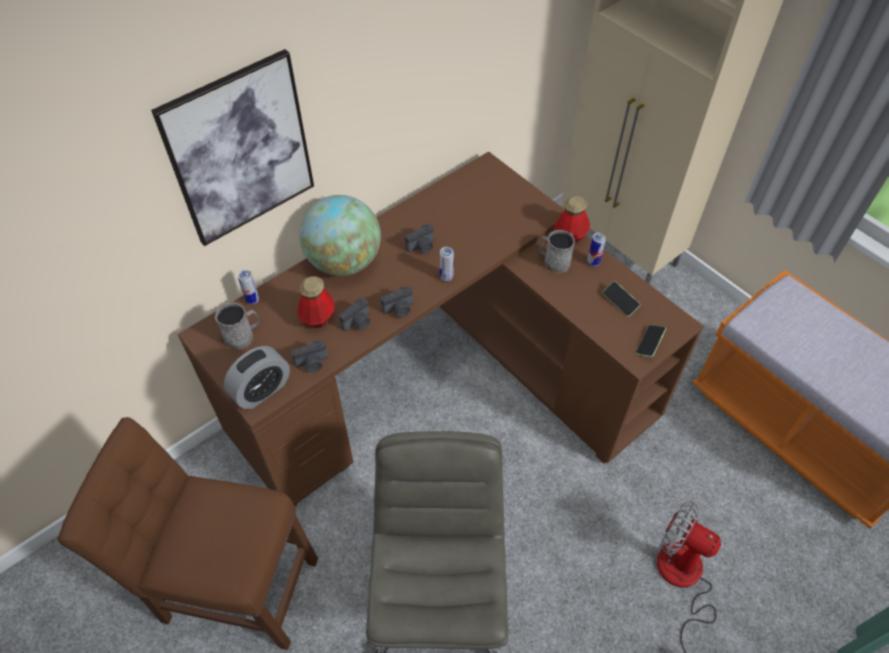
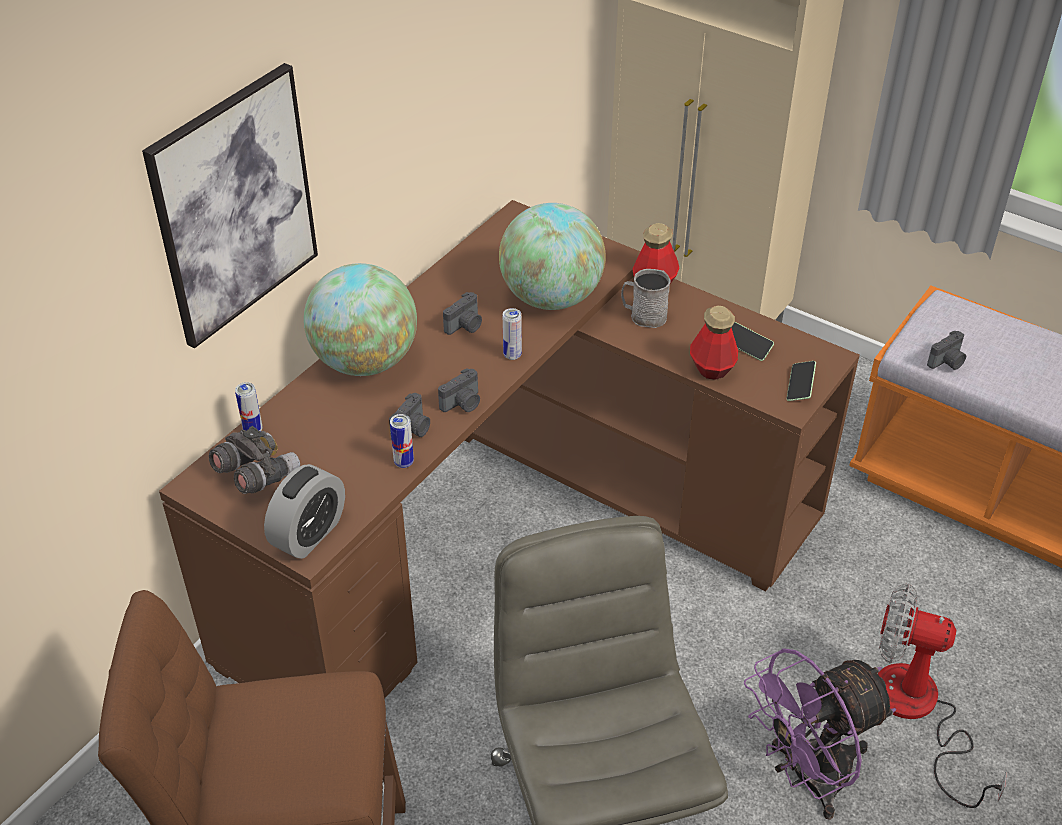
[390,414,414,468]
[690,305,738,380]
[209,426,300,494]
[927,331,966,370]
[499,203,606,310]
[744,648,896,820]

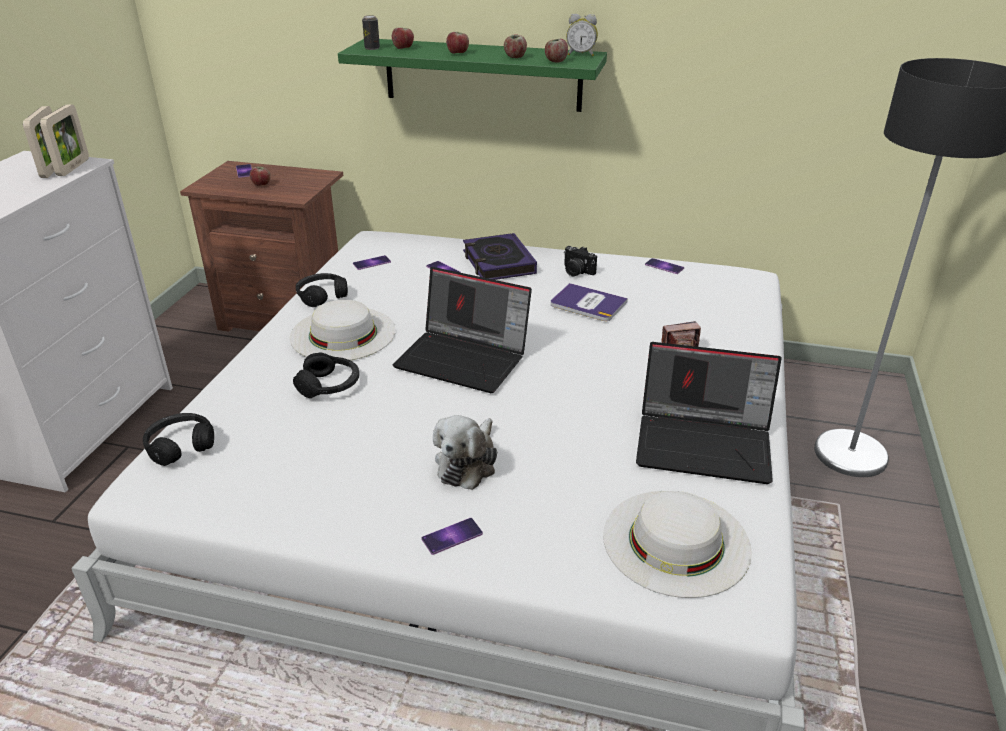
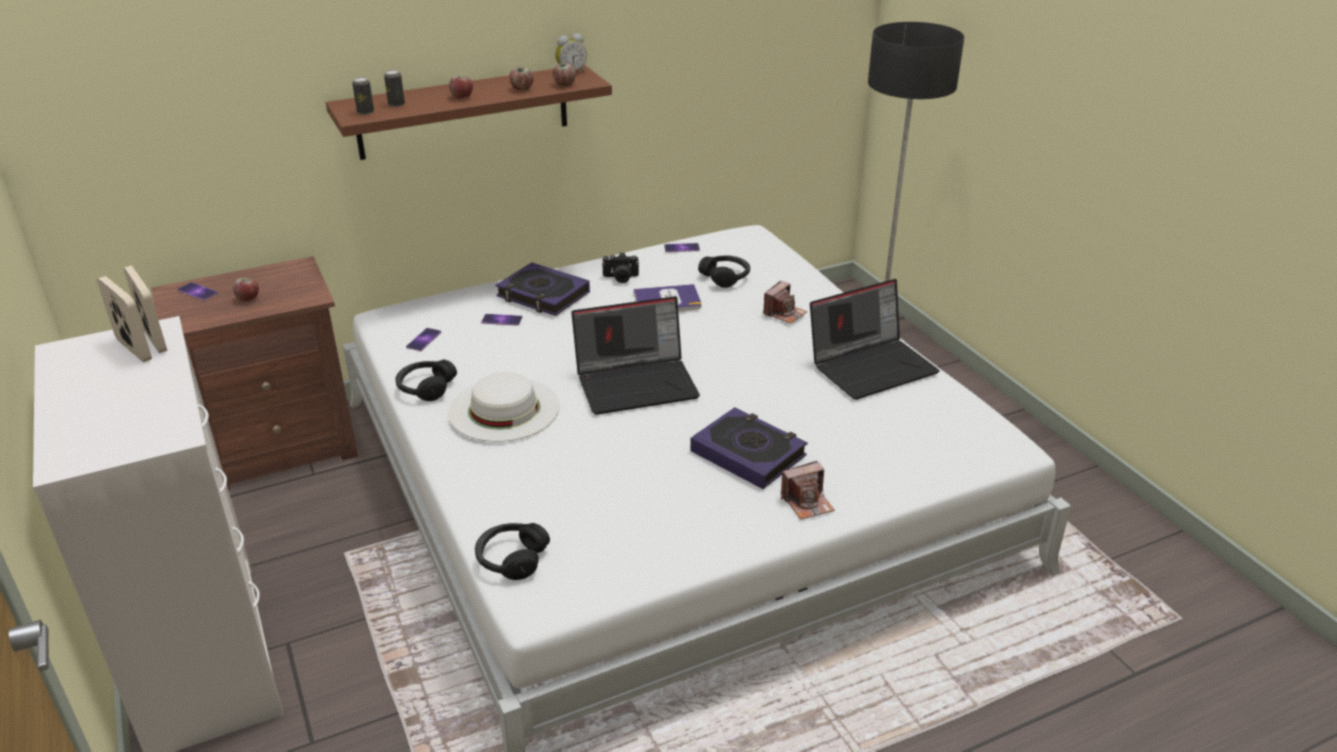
[384,70,405,107]
[326,65,612,160]
[698,256,750,288]
[690,407,808,489]
[603,491,752,598] (first image)
[781,461,835,520]

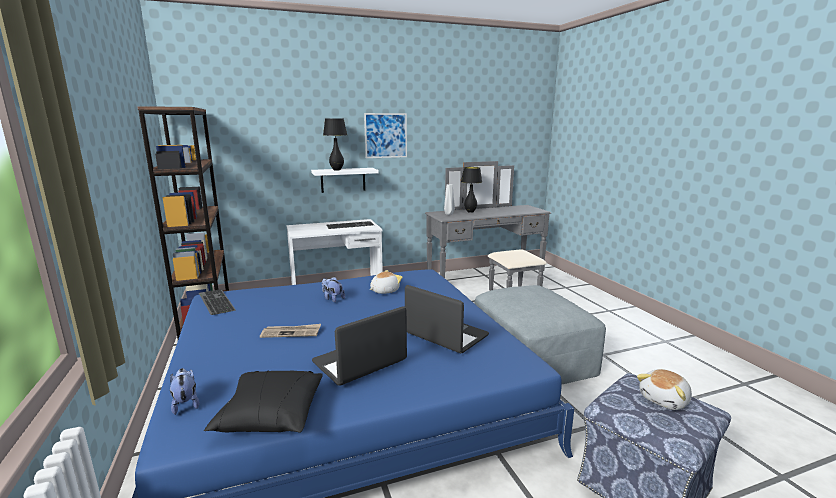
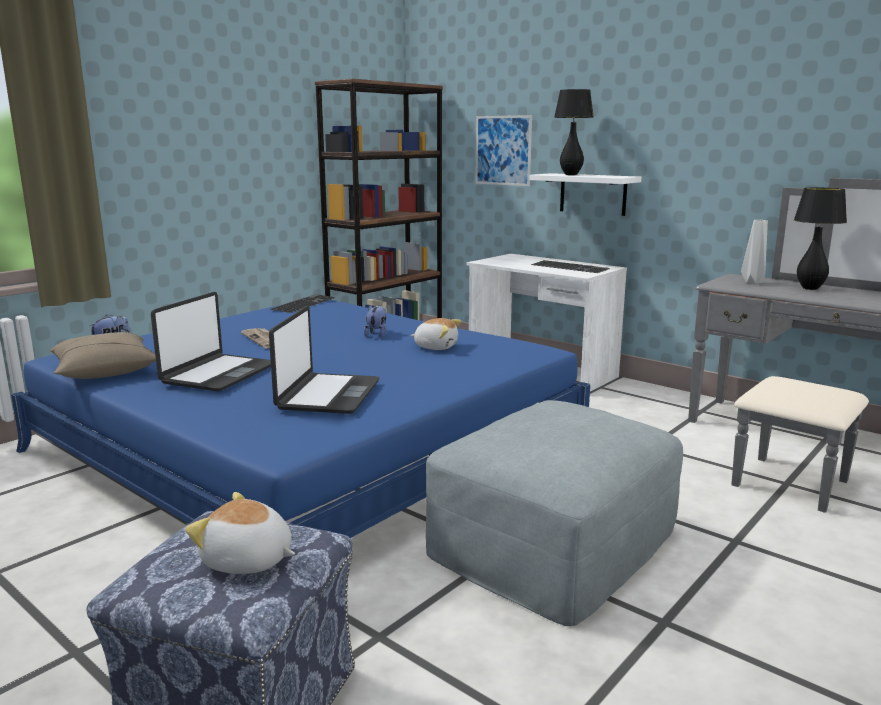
[475,115,532,186]
[151,292,271,392]
[50,332,156,379]

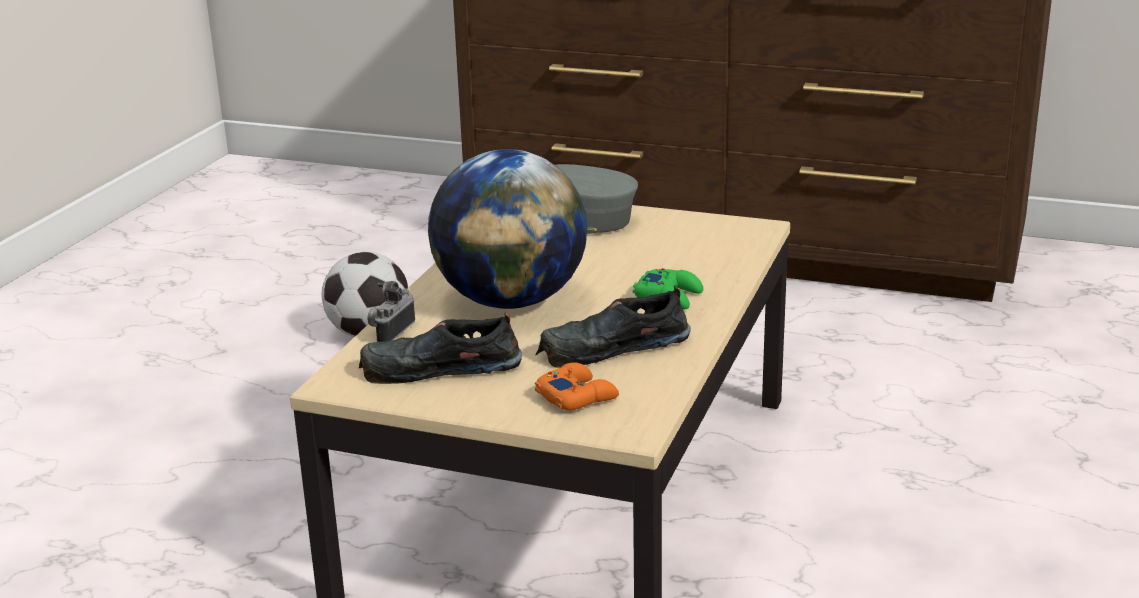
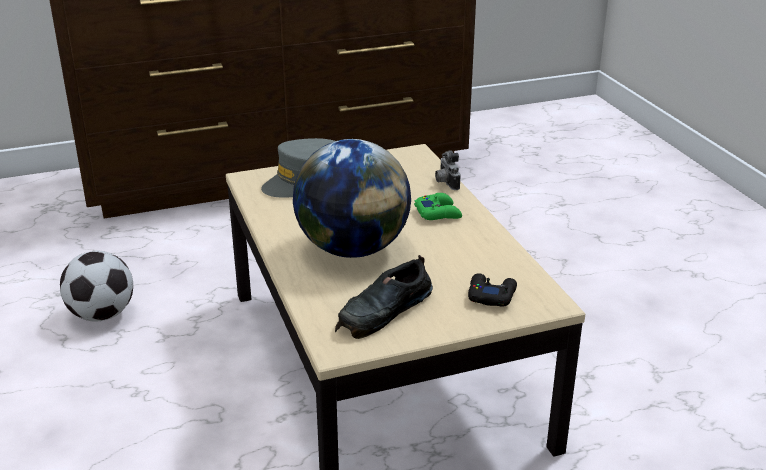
[435,150,461,190]
[535,285,691,368] (first image)
[468,273,517,306]

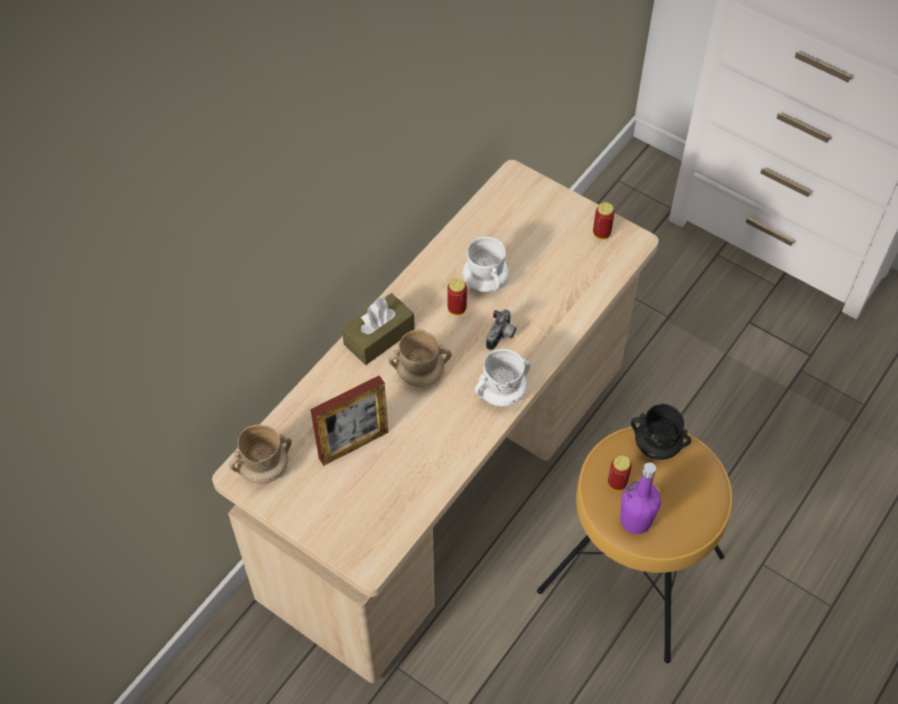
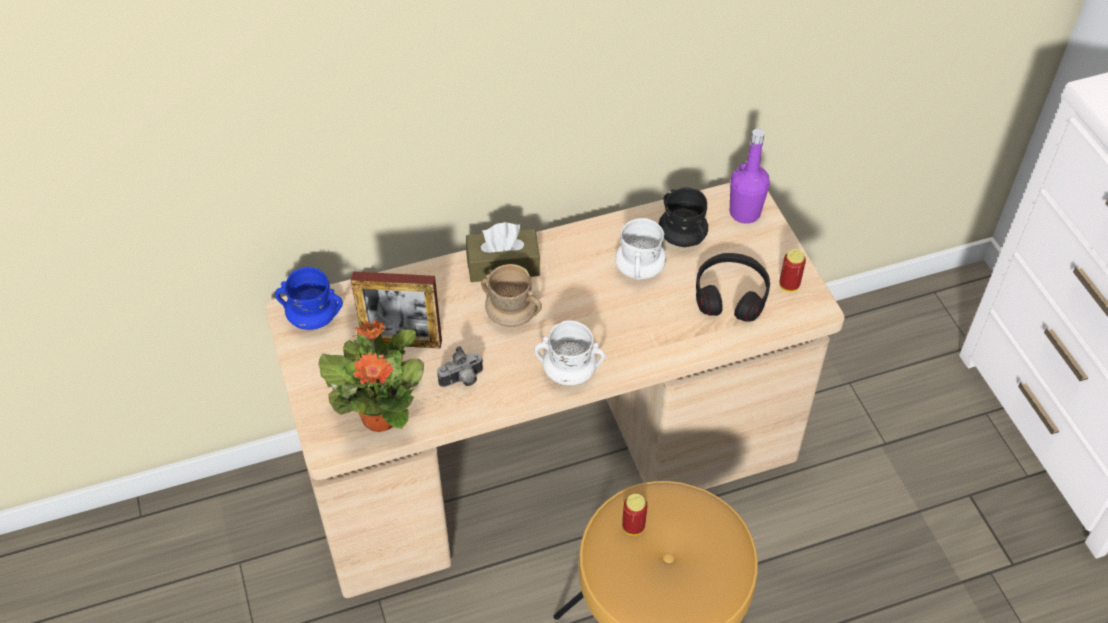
[447,278,467,316] (first image)
[437,346,483,387]
[659,187,708,247]
[275,267,343,330]
[730,128,770,224]
[696,253,770,322]
[318,320,424,432]

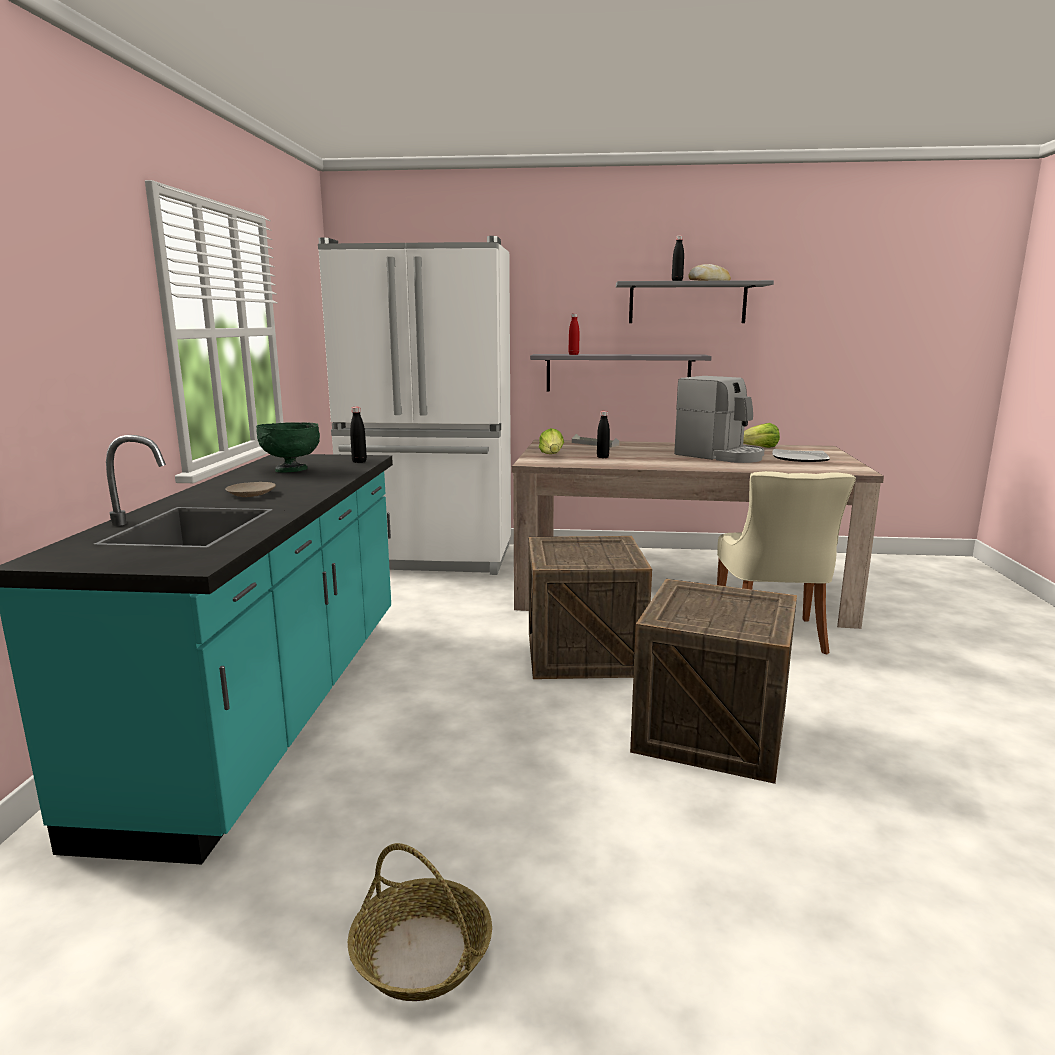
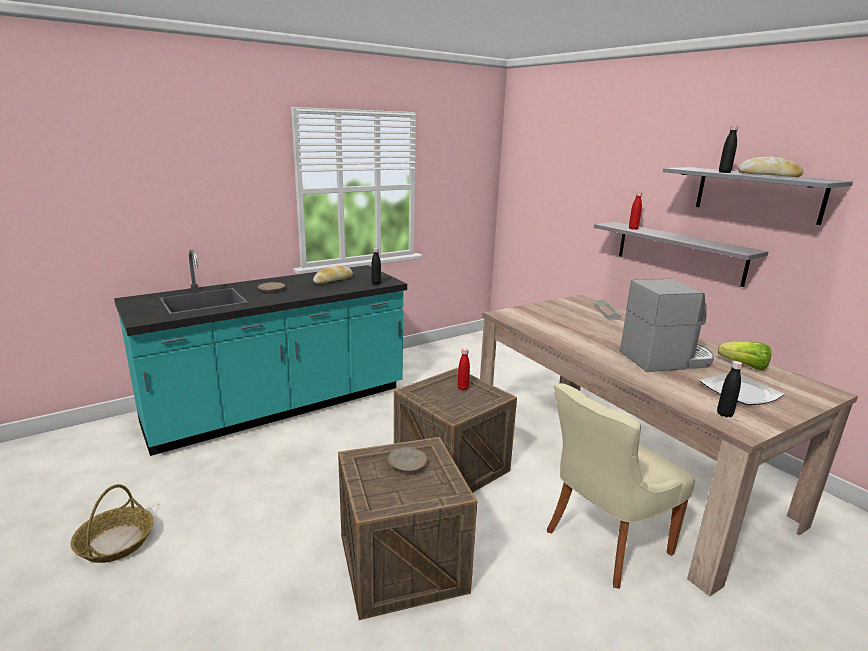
[318,236,511,575] (first image)
[620,279,714,372]
[717,361,743,417]
[313,266,353,284]
[539,428,564,454] (first image)
[458,348,470,390]
[388,447,427,471]

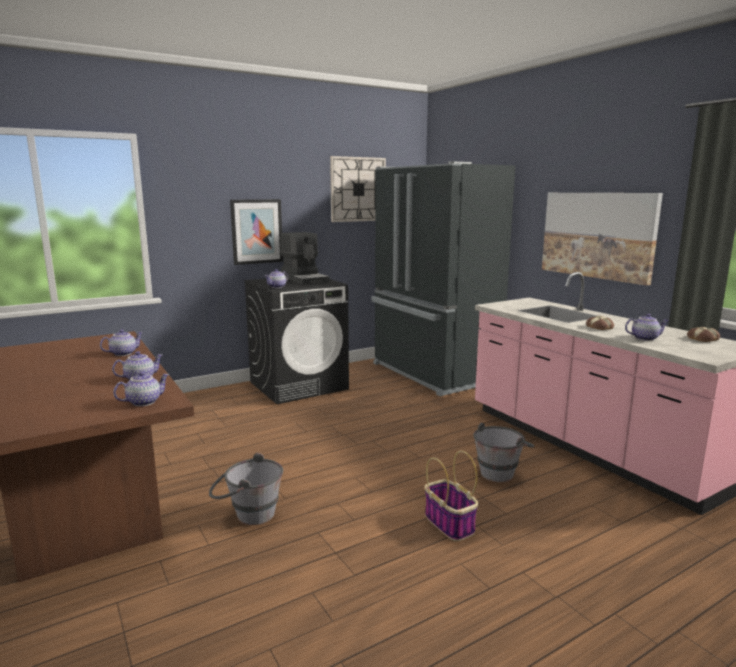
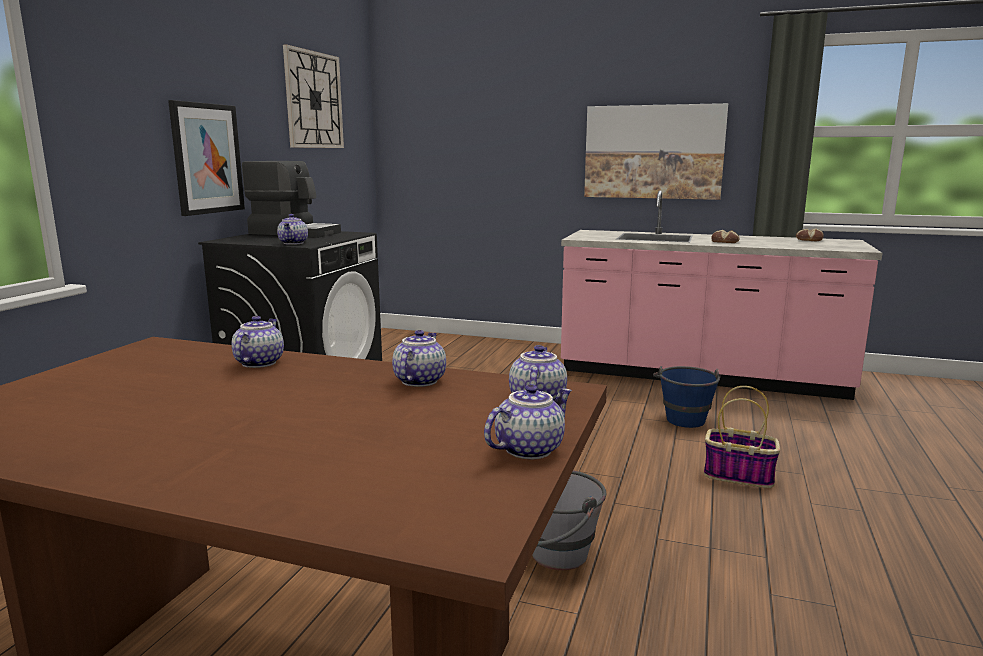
[371,162,516,396] (first image)
[484,384,572,459]
[653,366,721,428]

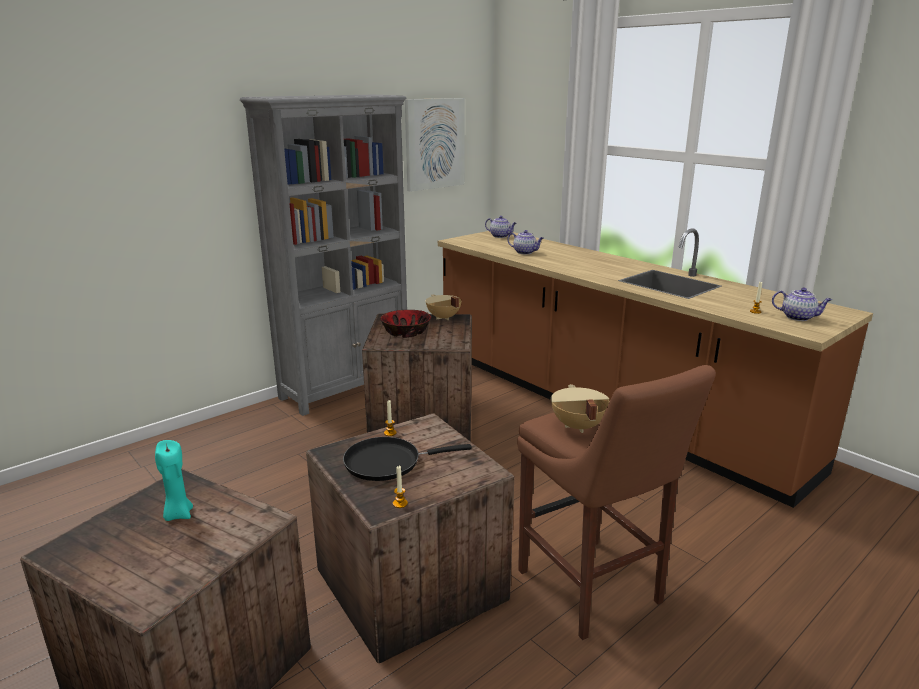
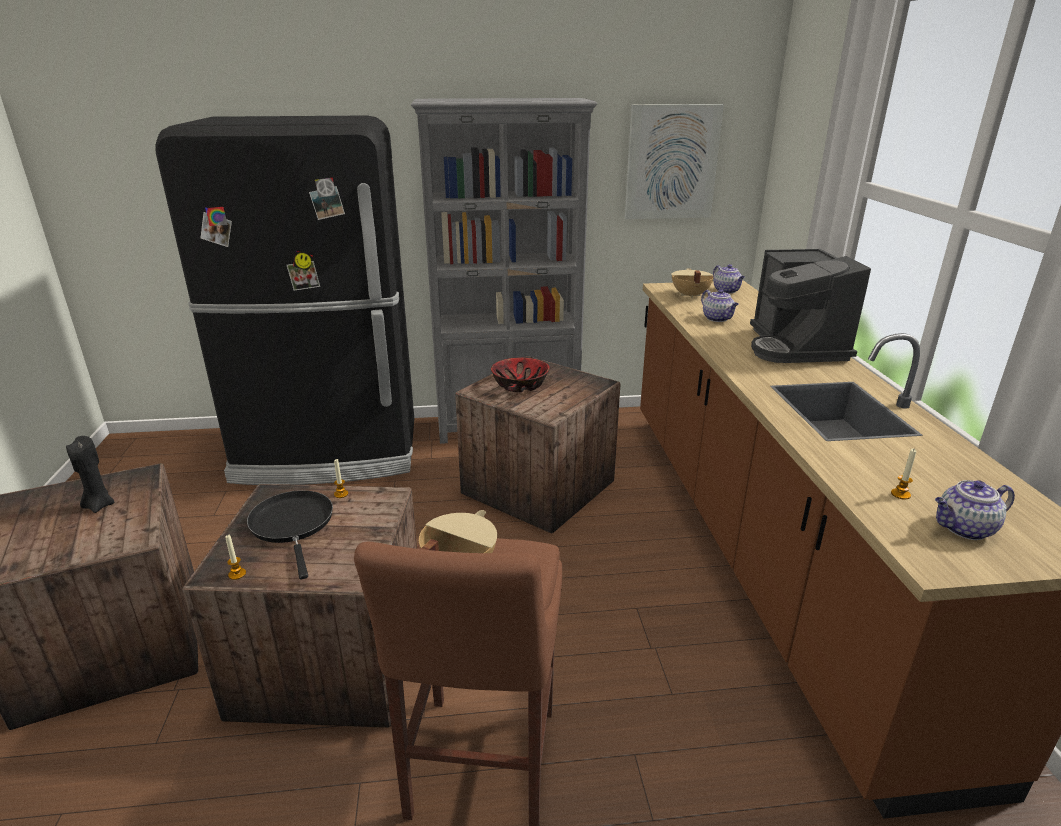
[935,480,1015,540]
[671,268,714,299]
[247,490,333,579]
[66,436,114,513]
[155,116,414,485]
[750,249,871,363]

